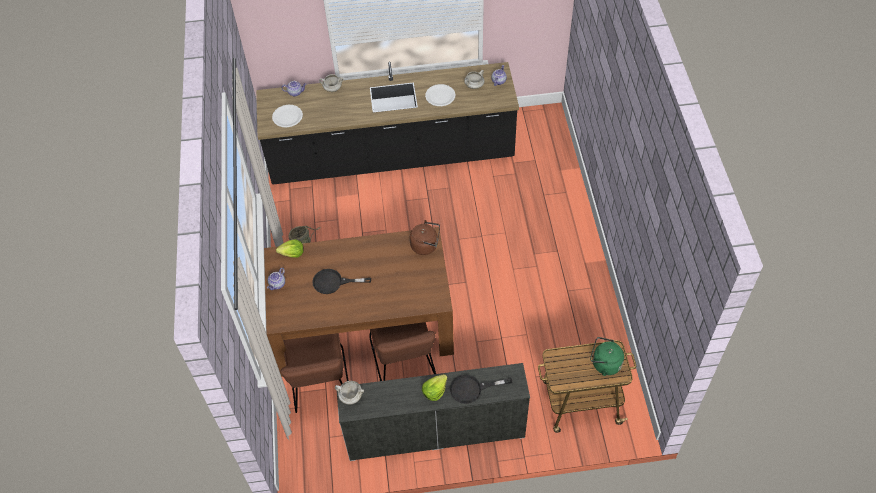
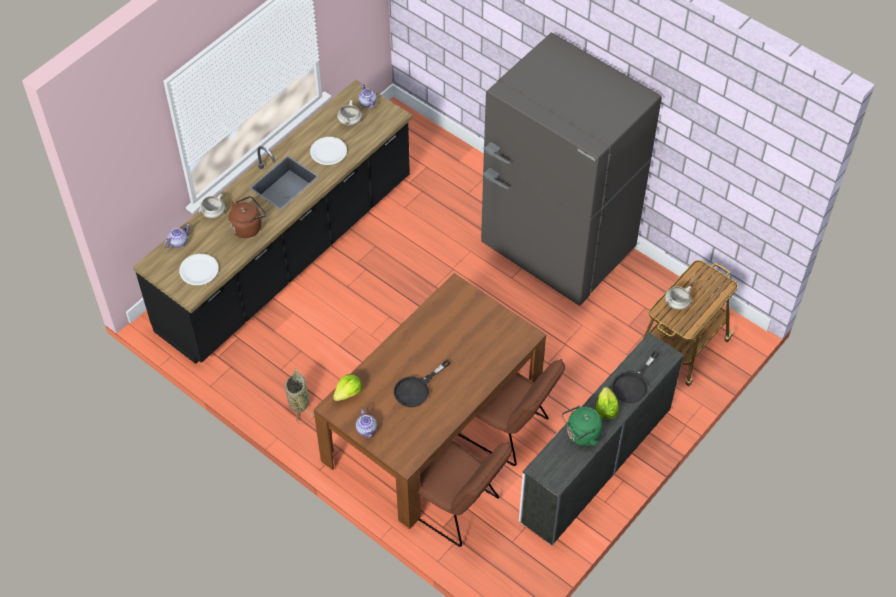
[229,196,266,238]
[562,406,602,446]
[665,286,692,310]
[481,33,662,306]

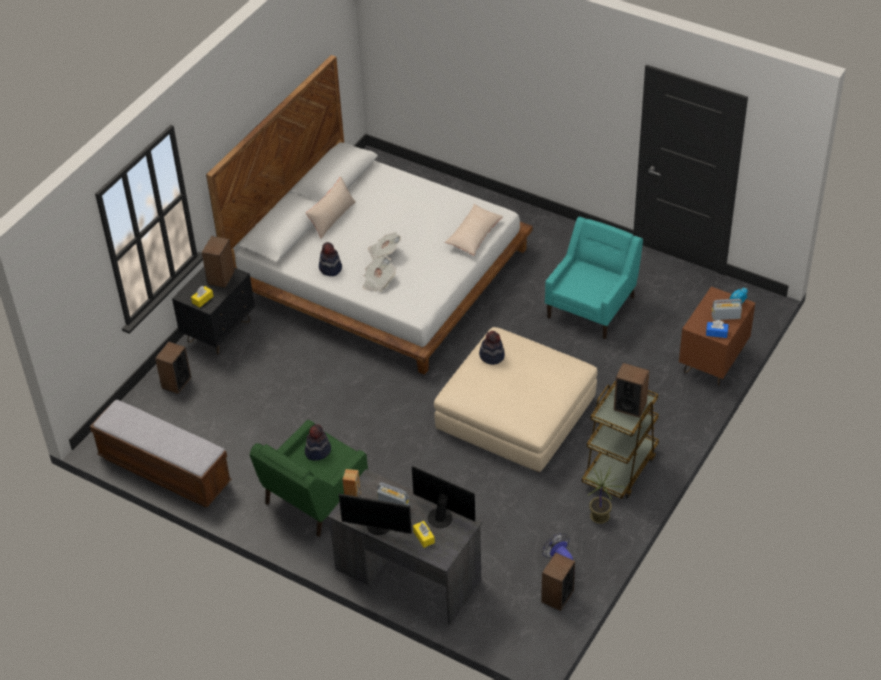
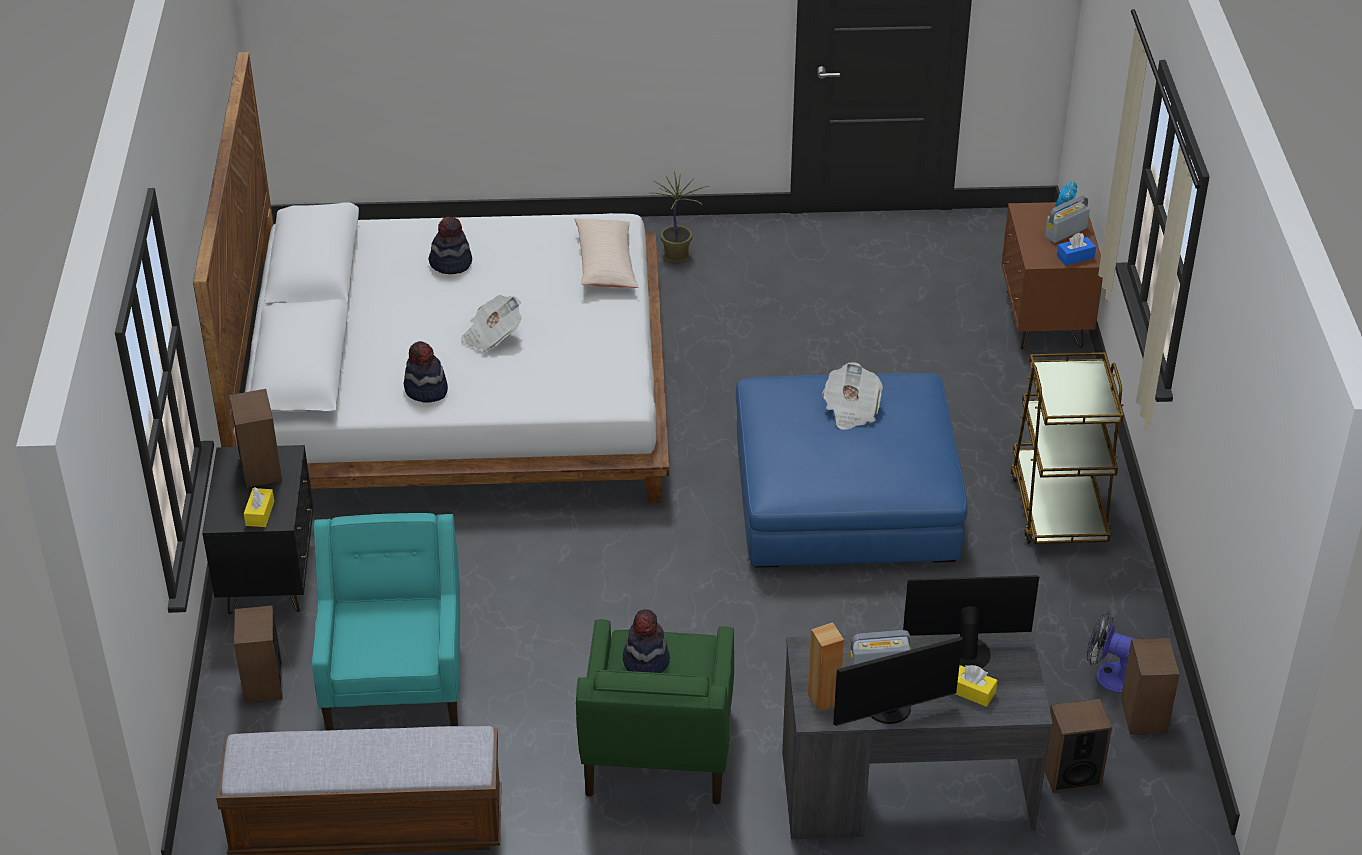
[306,176,356,239] (first image)
[312,513,460,730]
[822,362,883,430]
[736,373,968,567]
[428,217,472,274]
[1045,698,1112,793]
[651,171,709,263]

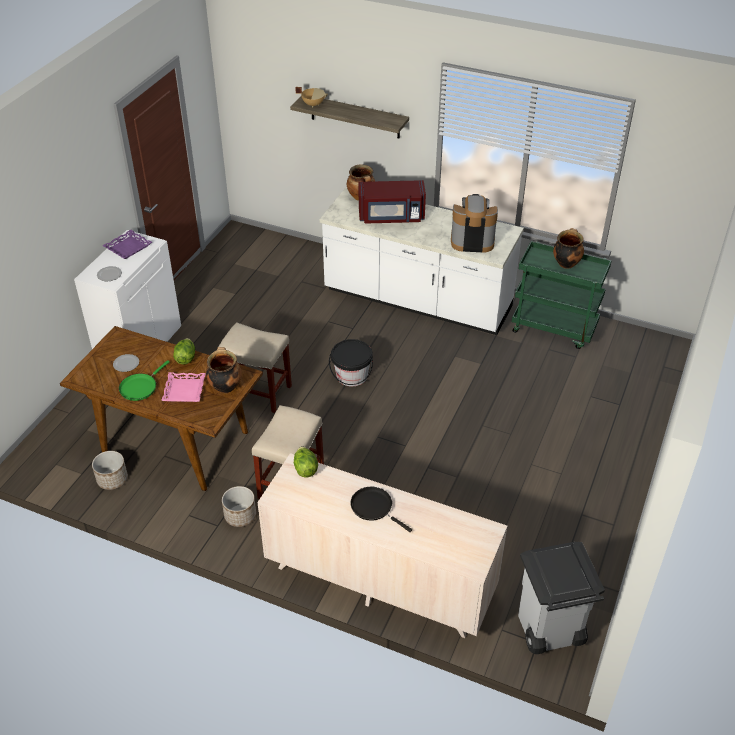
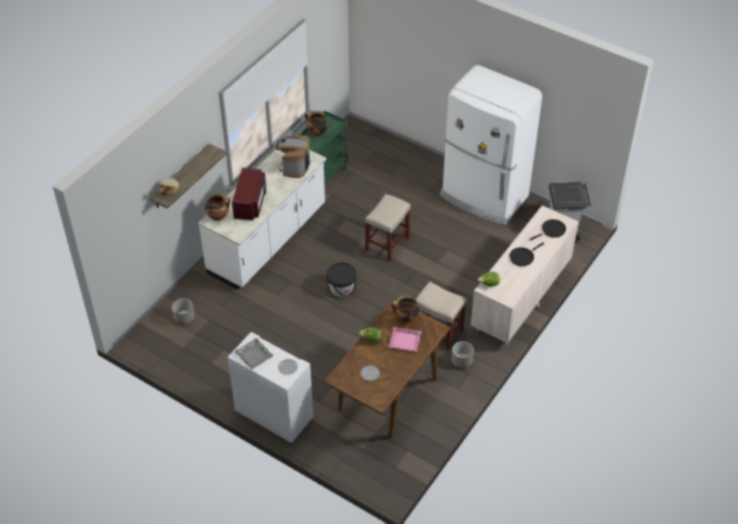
[234,338,274,370]
[365,194,411,262]
[119,360,170,401] (first image)
[172,298,195,325]
[440,65,542,225]
[529,219,566,241]

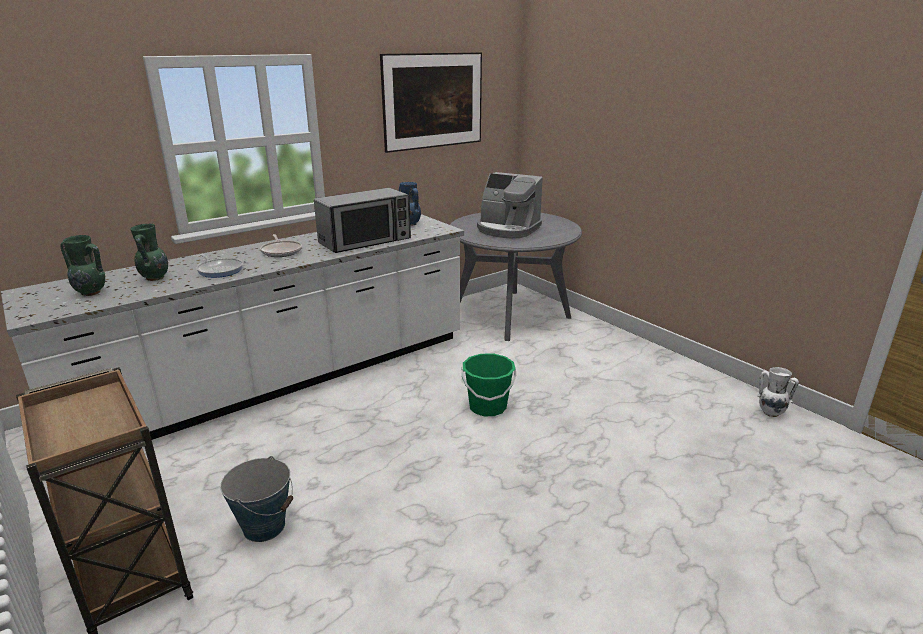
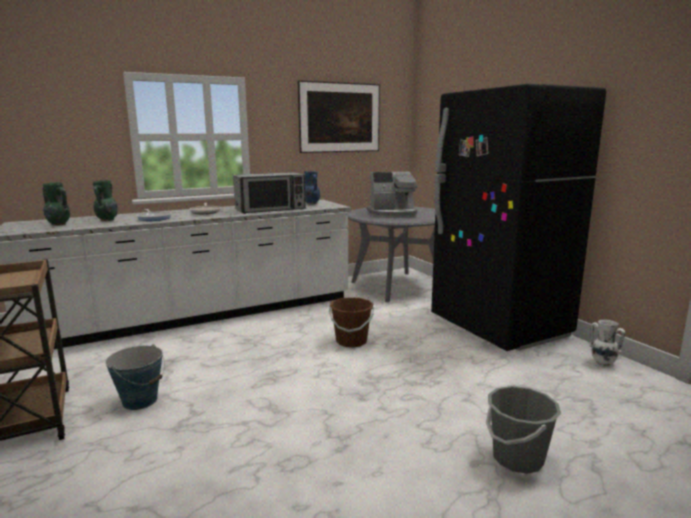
[367,172,417,218]
[329,297,374,348]
[431,84,606,351]
[486,386,561,474]

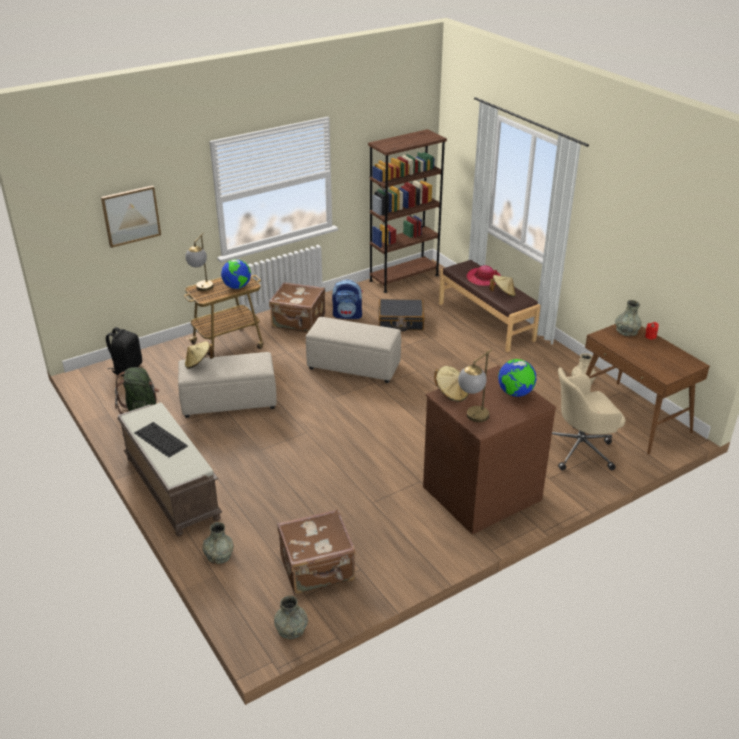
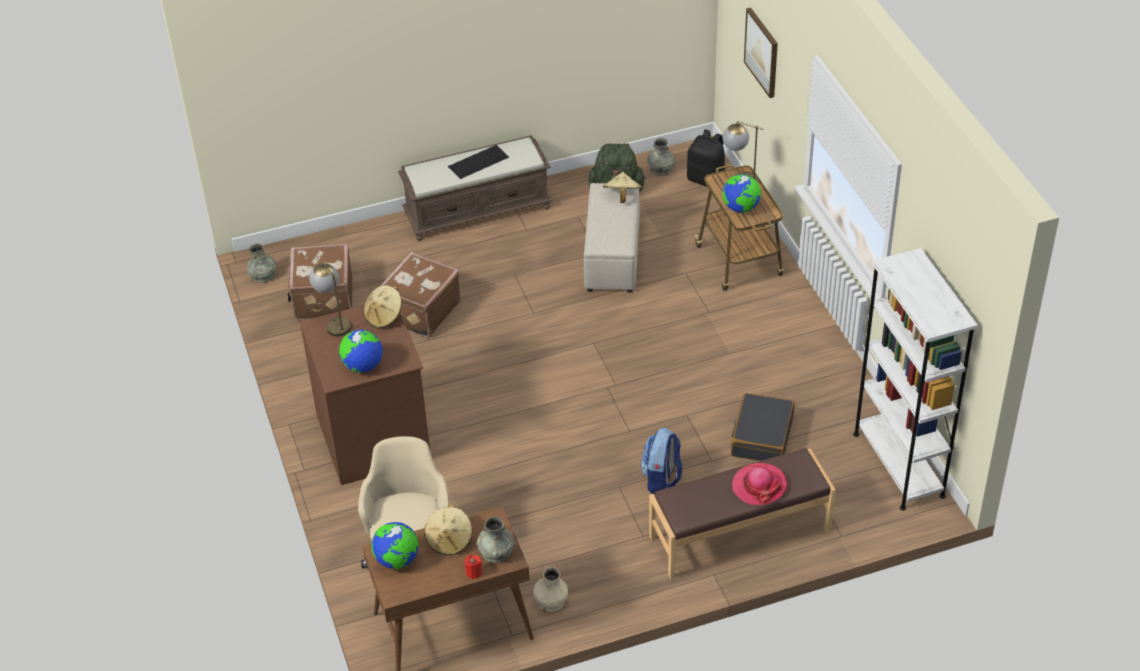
[853,248,978,511]
[424,504,472,556]
[640,428,682,494]
[379,252,461,338]
[306,317,401,383] (first image)
[647,138,675,176]
[372,522,419,569]

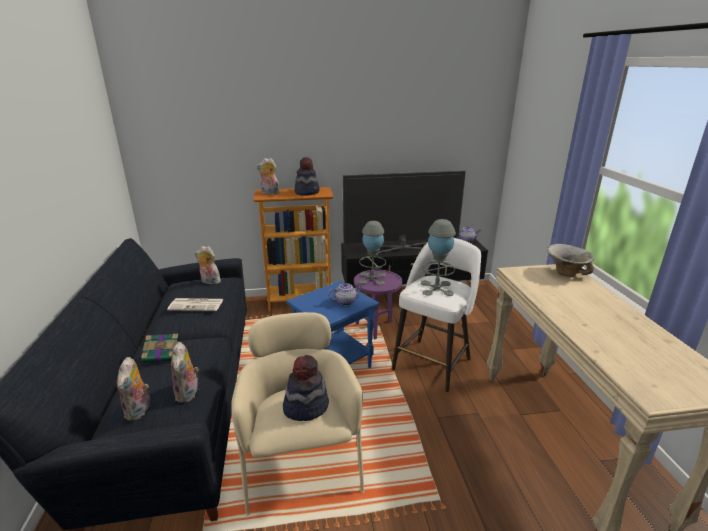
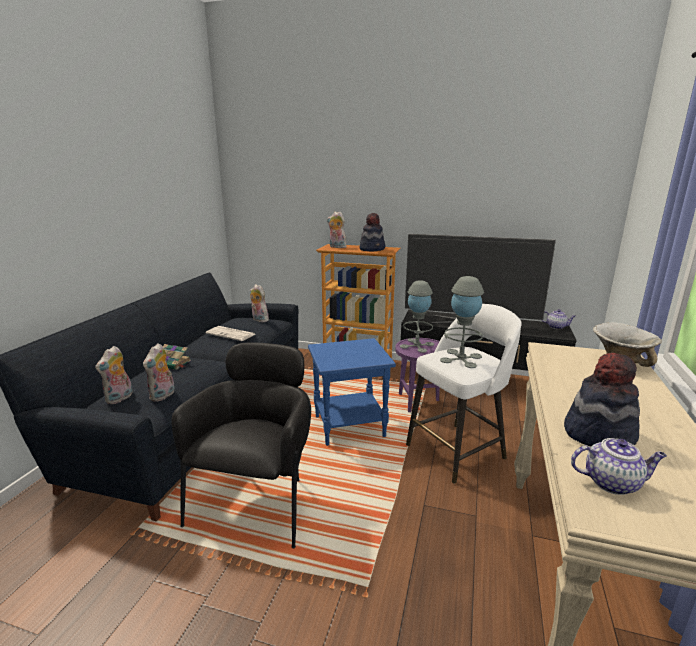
[571,438,667,495]
[171,343,311,548]
[564,353,640,447]

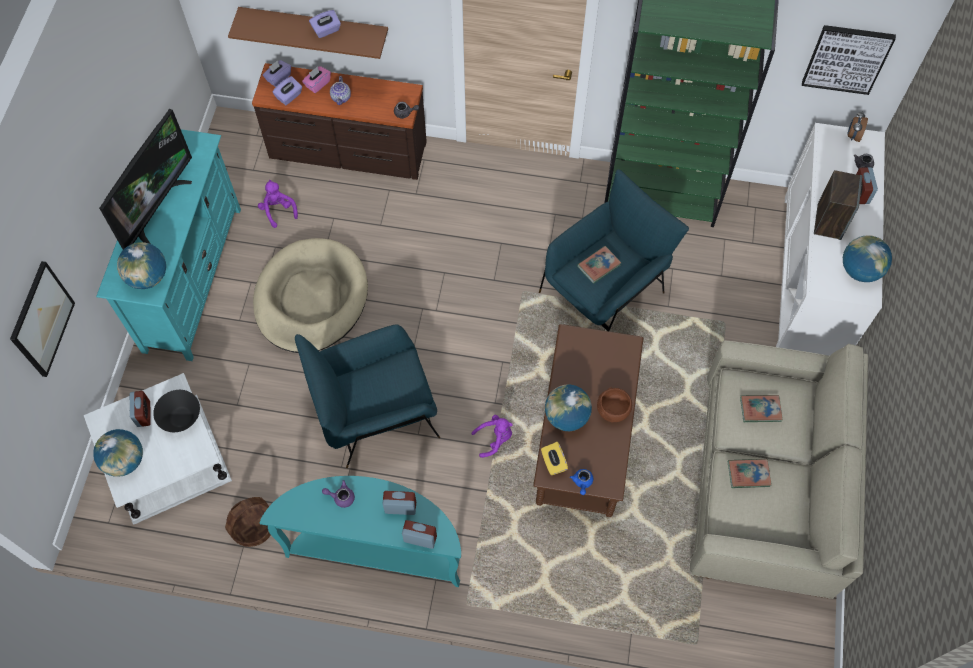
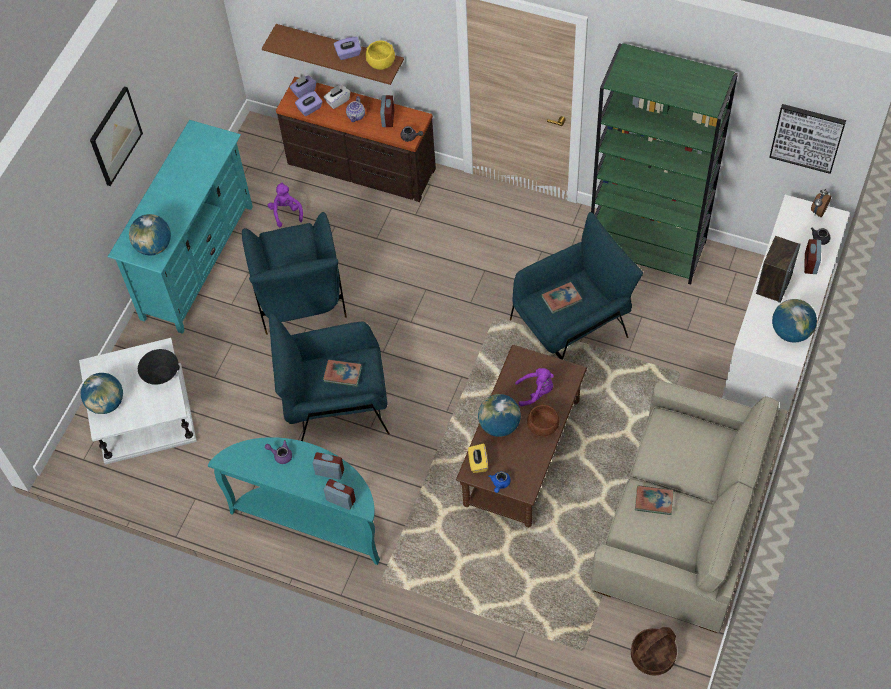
[324,85,350,109]
[99,109,192,250] (first image)
[242,212,347,335]
[90,86,143,186]
[380,95,394,127]
[323,359,362,387]
[515,368,554,406]
[631,627,677,676]
[366,41,395,70]

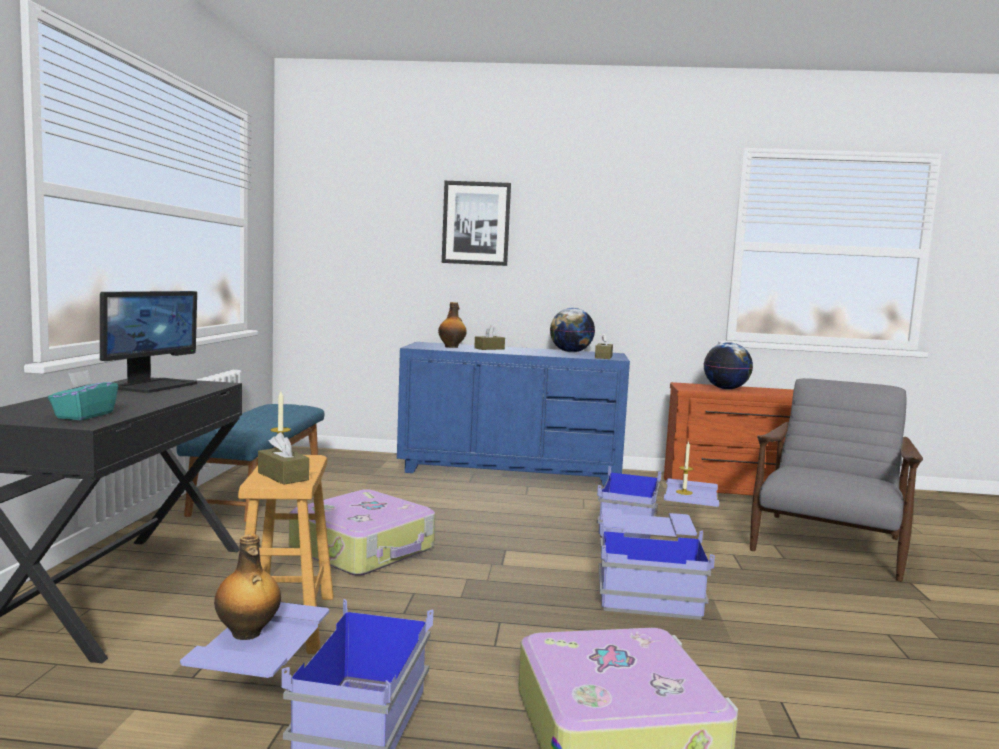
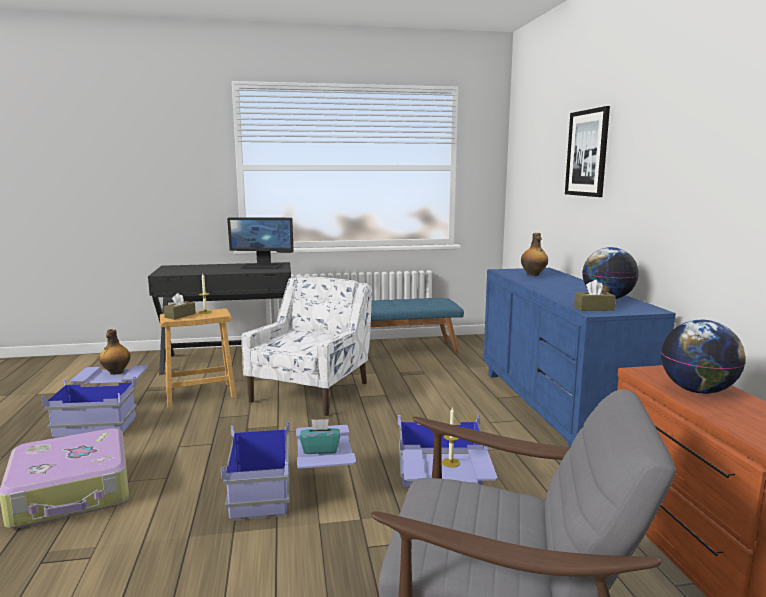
[474,325,505,350] (first image)
[299,419,340,454]
[241,276,372,416]

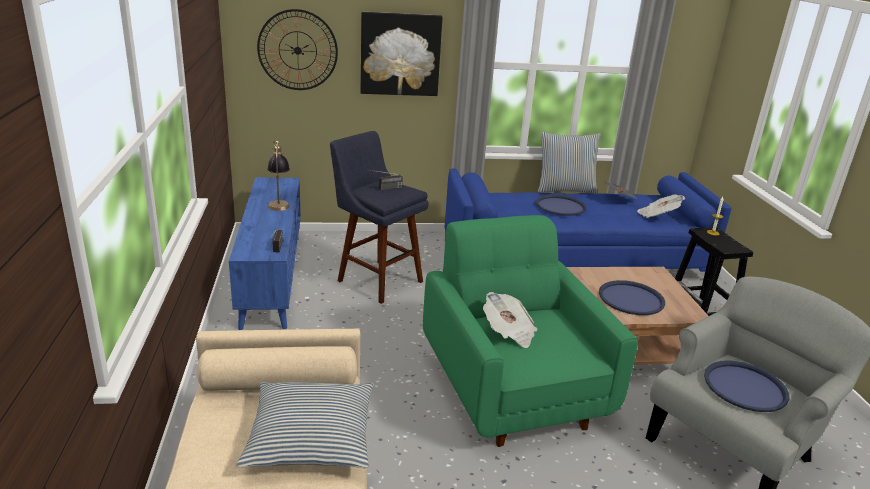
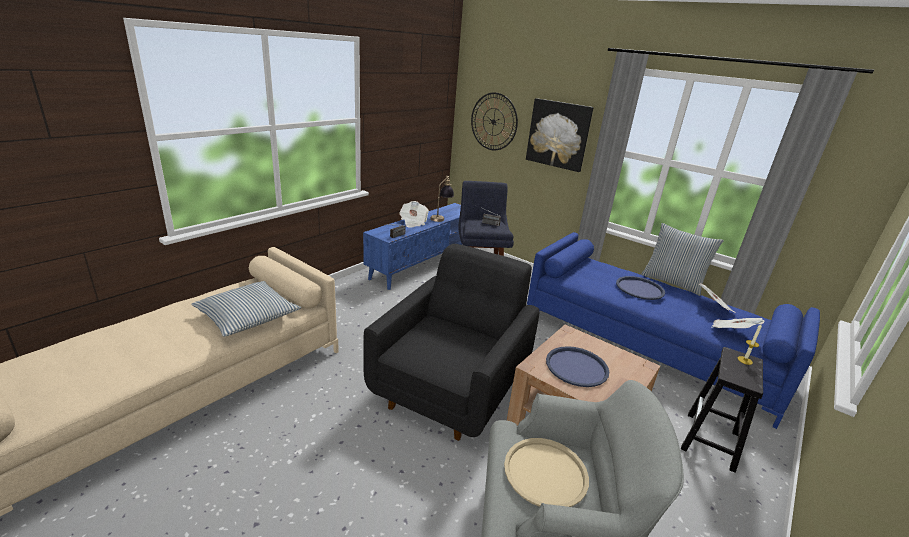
[363,244,540,441]
[399,201,429,228]
[504,438,589,507]

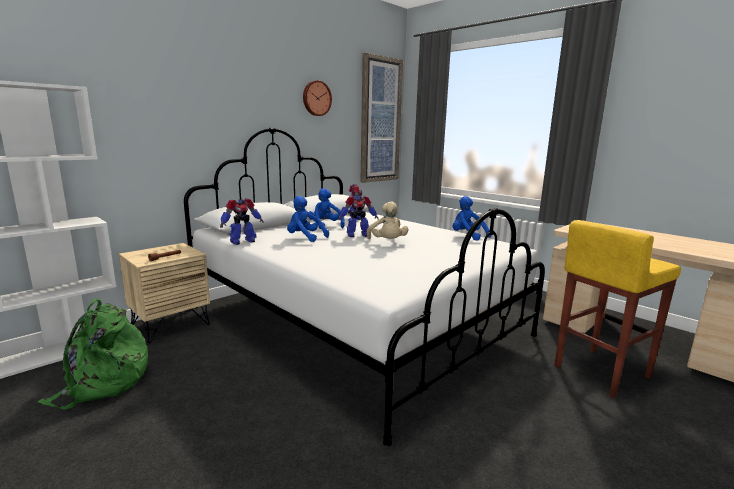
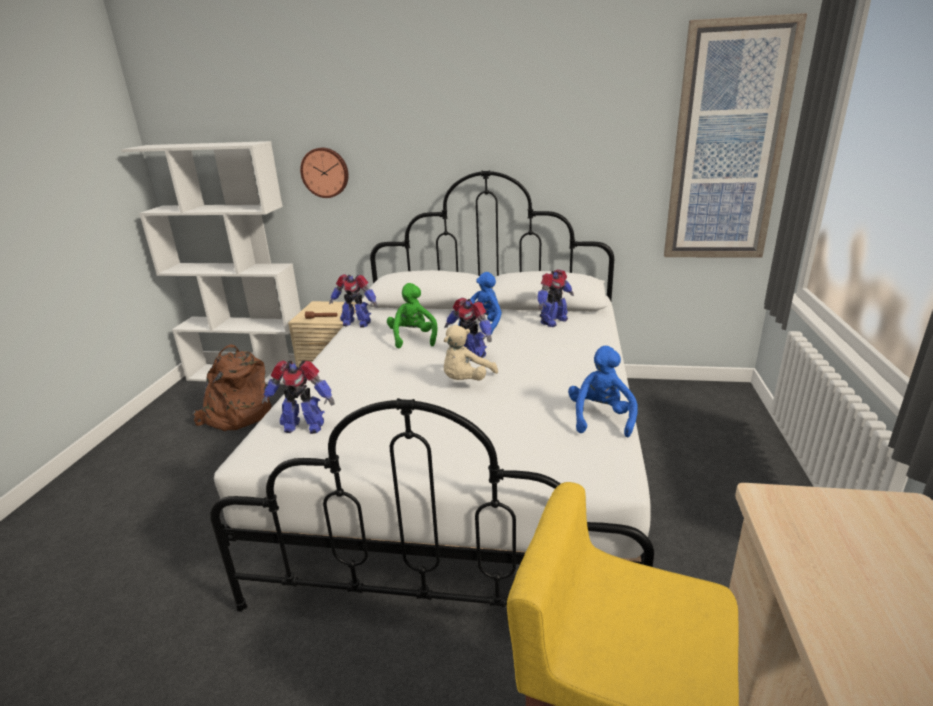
[300,148,349,198]
[387,283,438,348]
[193,344,271,431]
[262,361,335,434]

